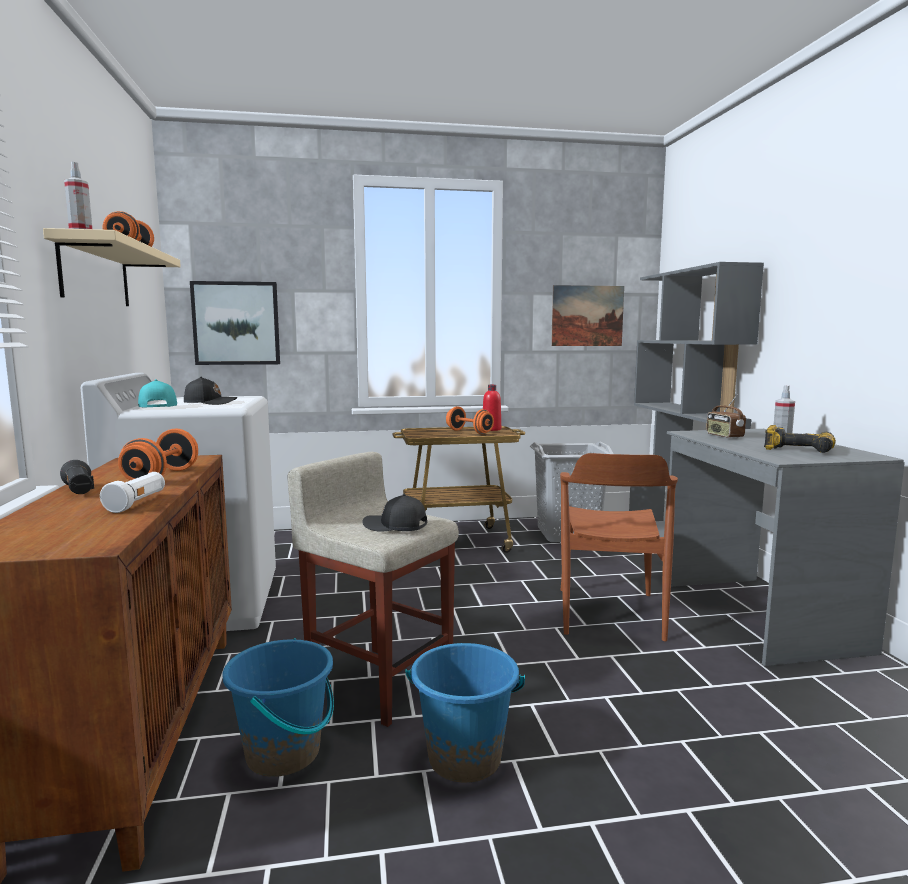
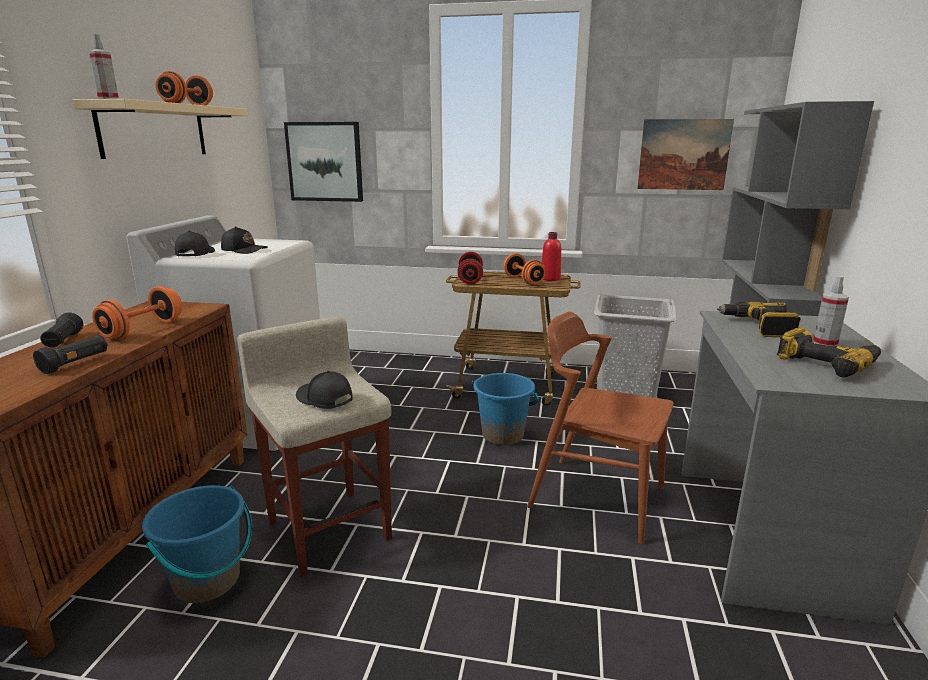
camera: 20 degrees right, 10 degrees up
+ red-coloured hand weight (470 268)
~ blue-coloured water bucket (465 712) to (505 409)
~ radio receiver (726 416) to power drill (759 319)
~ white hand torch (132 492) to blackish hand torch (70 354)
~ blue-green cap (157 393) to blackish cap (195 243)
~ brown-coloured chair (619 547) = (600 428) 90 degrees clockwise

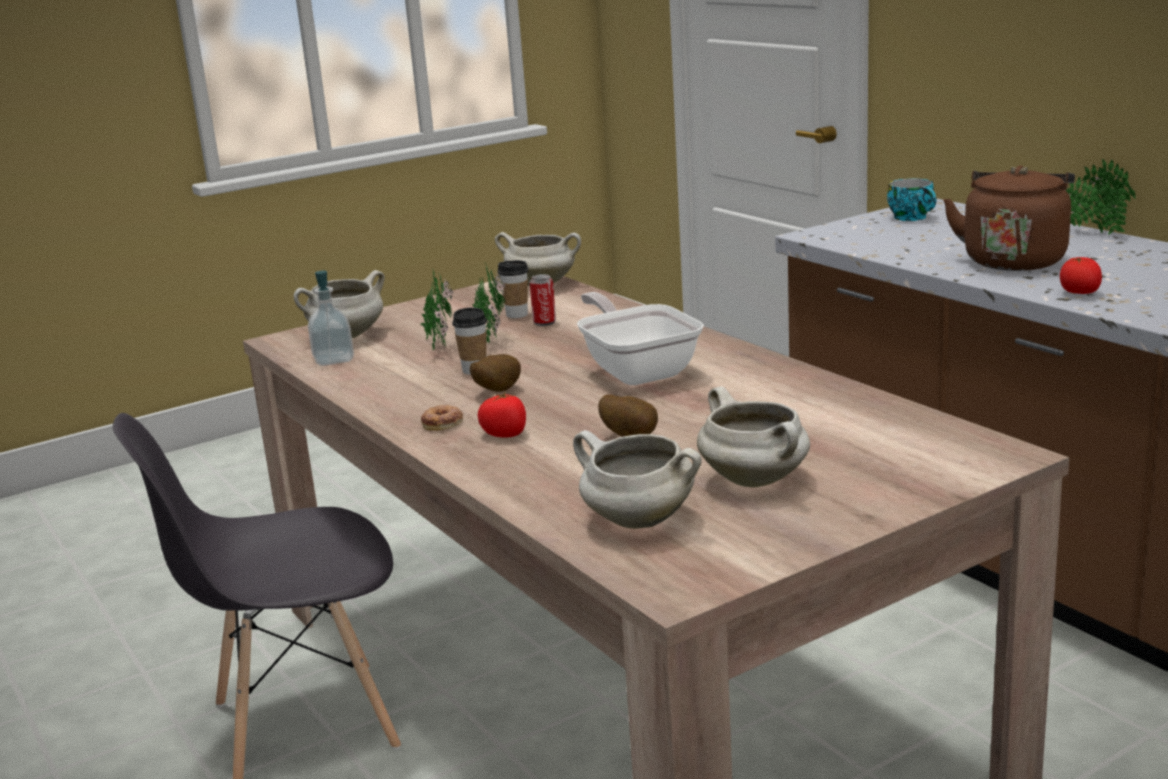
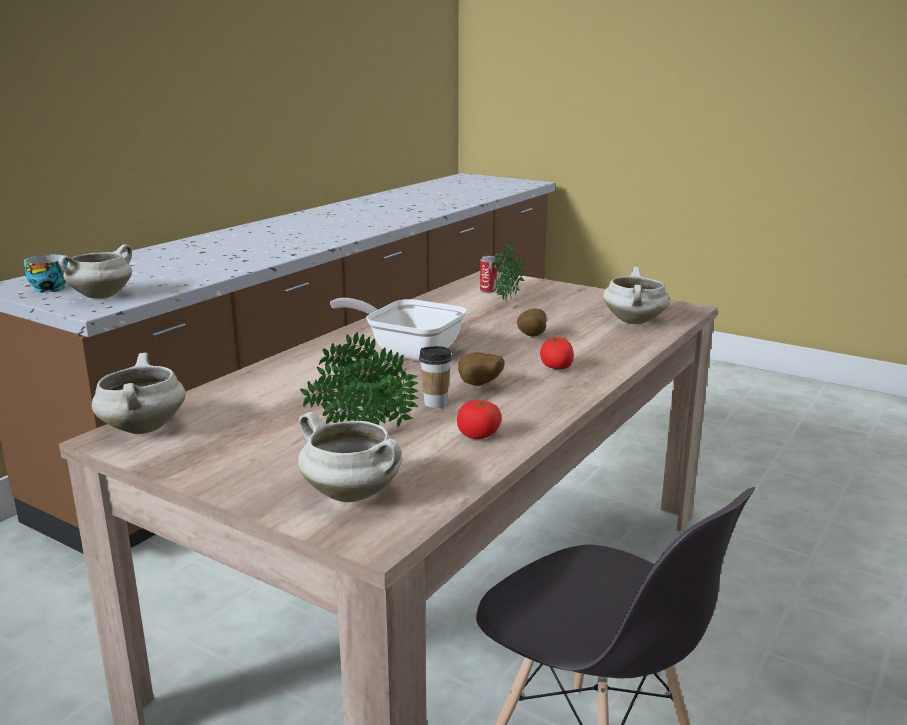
camera: 115 degrees left, 0 degrees up
- soap bottle (331 318)
- donut (442 418)
- cup (513 289)
- brown-coloured water kettle (1009 218)
~ sealed can (543 300) to (488 274)
~ white cooking pot (753 437) to (95 271)
~ whole tomato (1081 275) to (479 419)
~ potted plant (1101 197) to (508 273)
~ frying pan (640 338) = (398 329) 75 degrees clockwise

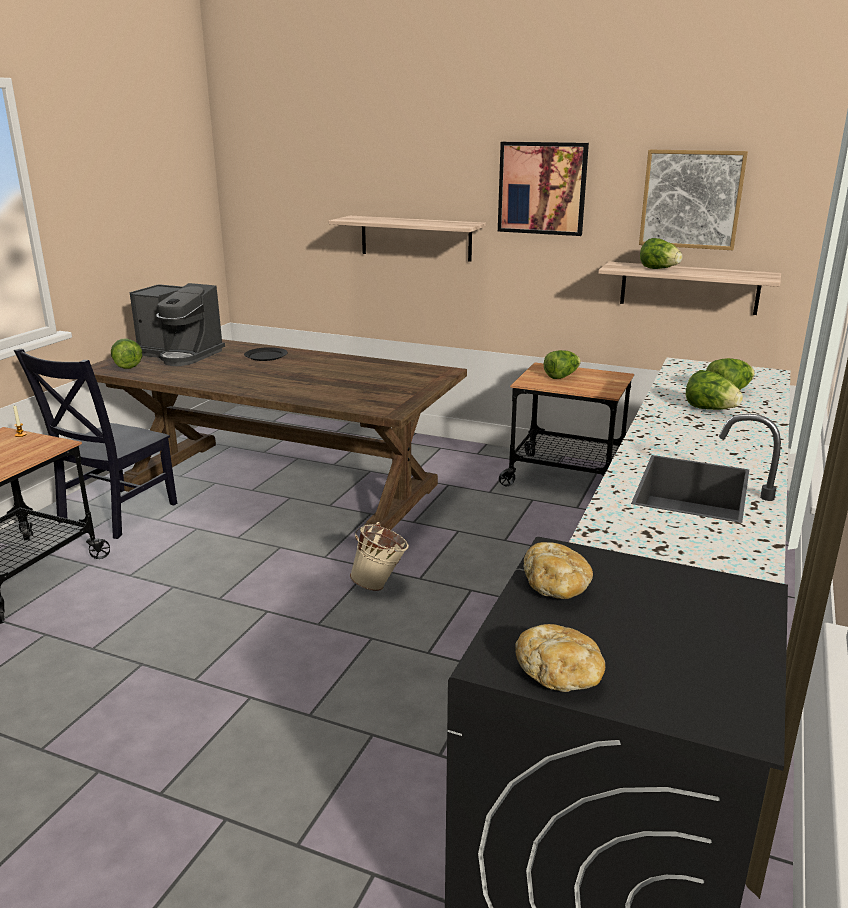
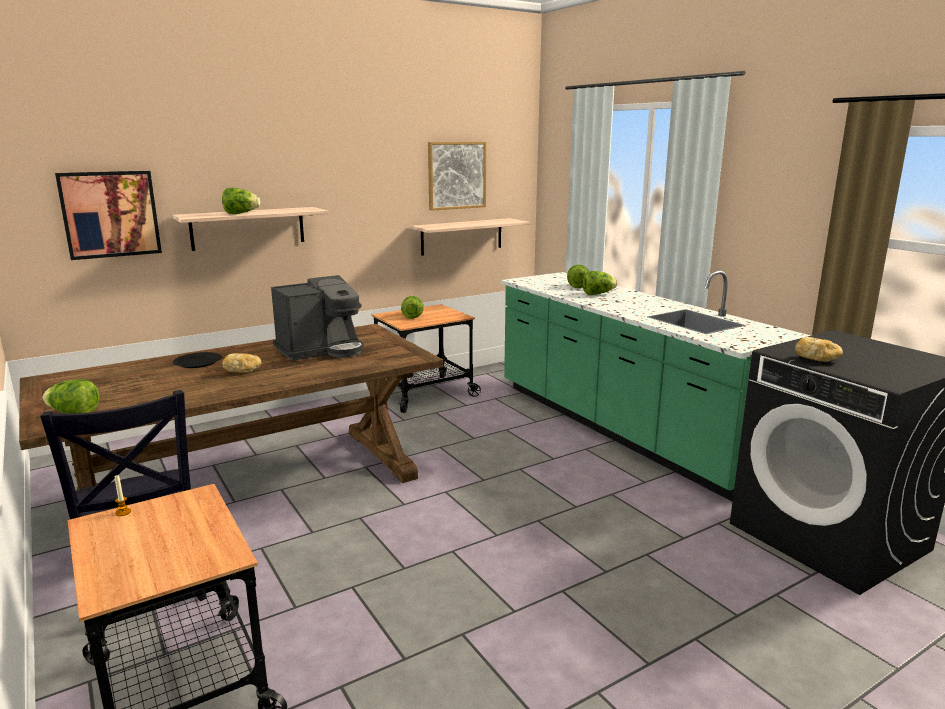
camera: 55 degrees left, 5 degrees down
- sand-coloured water bucket (379 556)
~ coffee machine (177 324) to (317 318)
~ wall art (543 189) to (108 215)
~ bread (560 658) to (242 363)
~ lettuce (661 253) to (241 201)

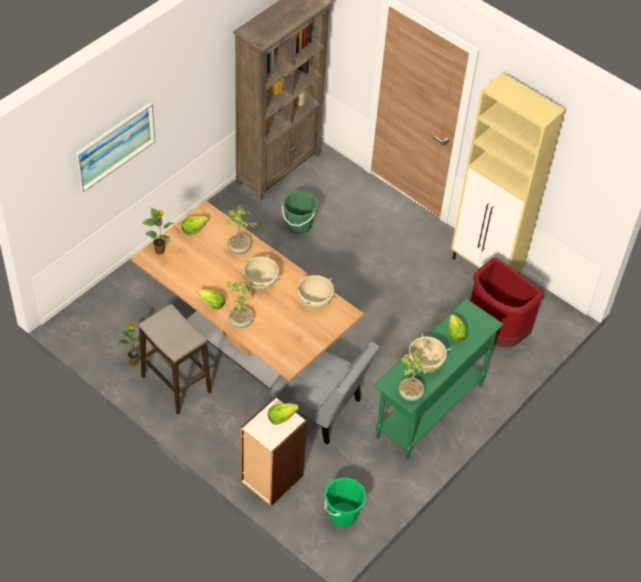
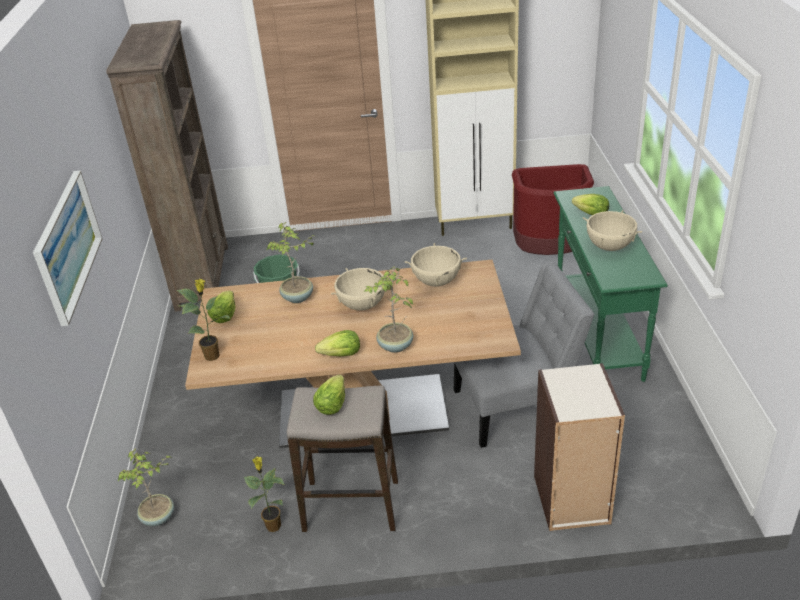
camera: 40 degrees left, 15 degrees down
- green water bucket (345 502)
~ lettuce (283 414) to (329 395)
~ potted plant (418 375) to (146 487)

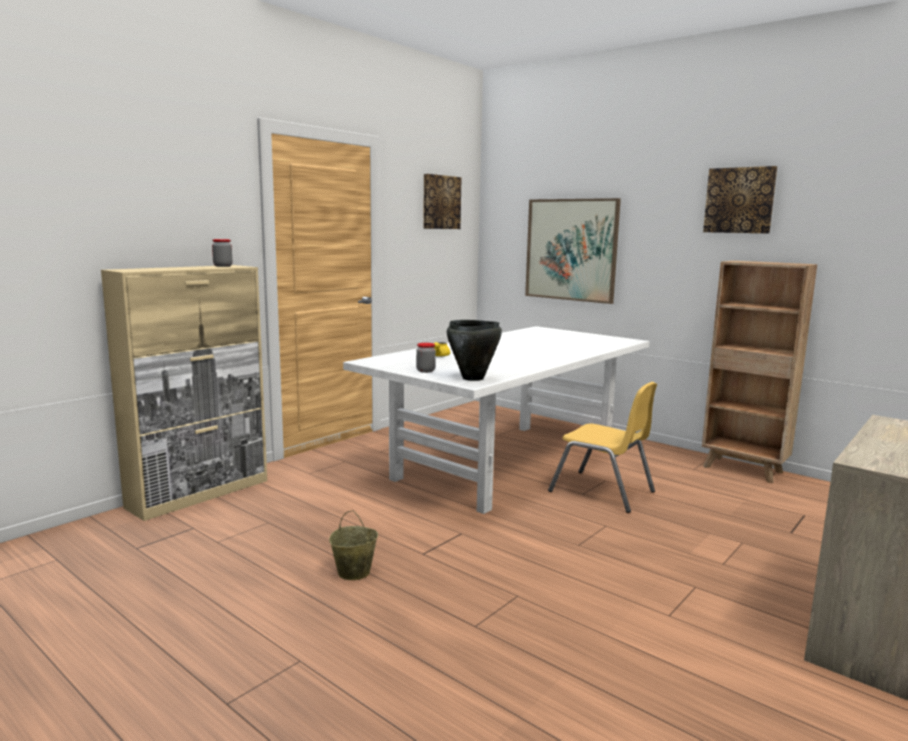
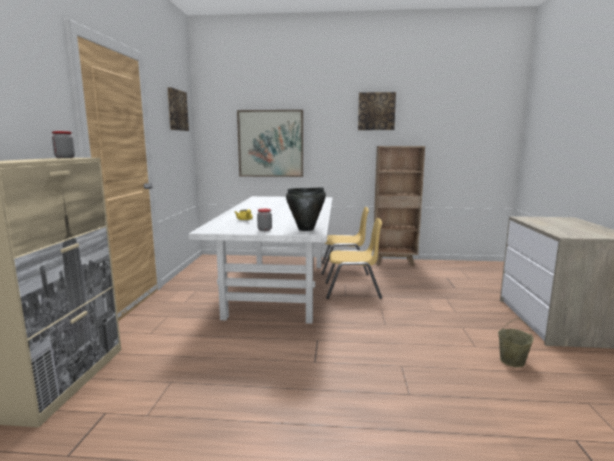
camera: 35 degrees left, 0 degrees up
+ yellow-coloured chair (345 241)
~ sand-coloured water bucket (353 545) to (516 342)

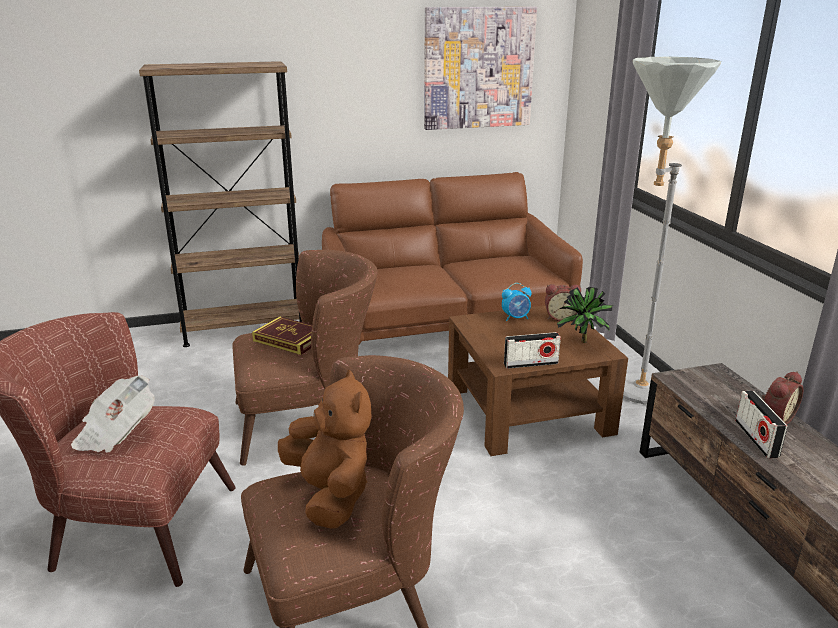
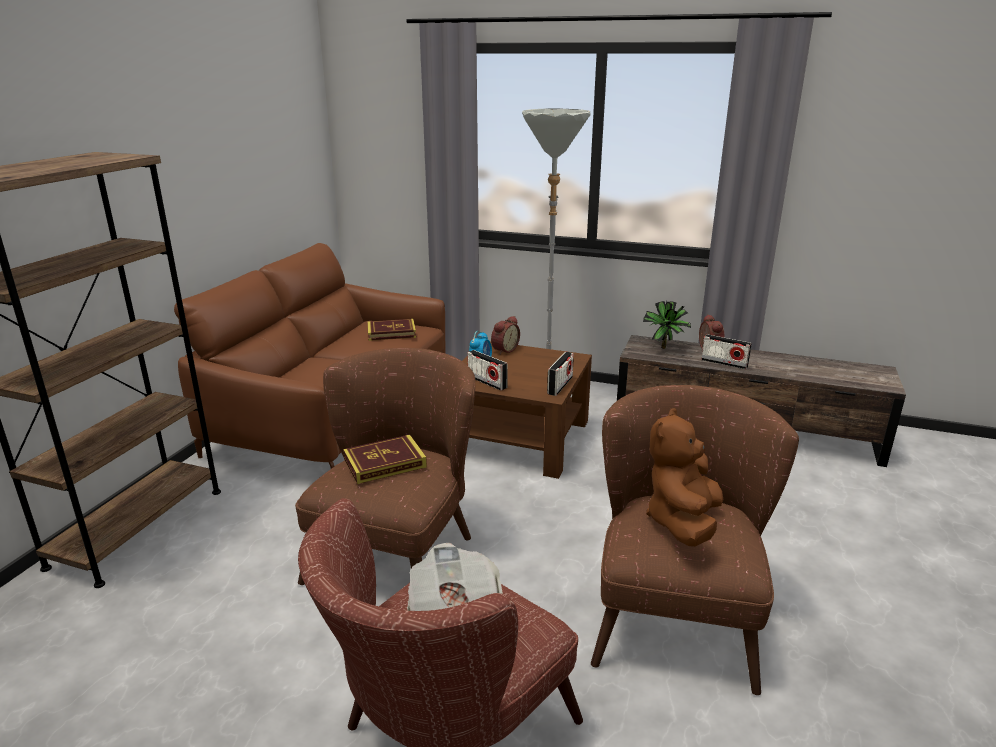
camera: 55 degrees left, 0 degrees up
- wall art (480 68)
+ bound book (391 330)
+ radio receiver (487 370)
~ potted plant (585 315) to (667 325)
~ brown-coloured soft toy (325 449) = (684 477) 75 degrees counterclockwise

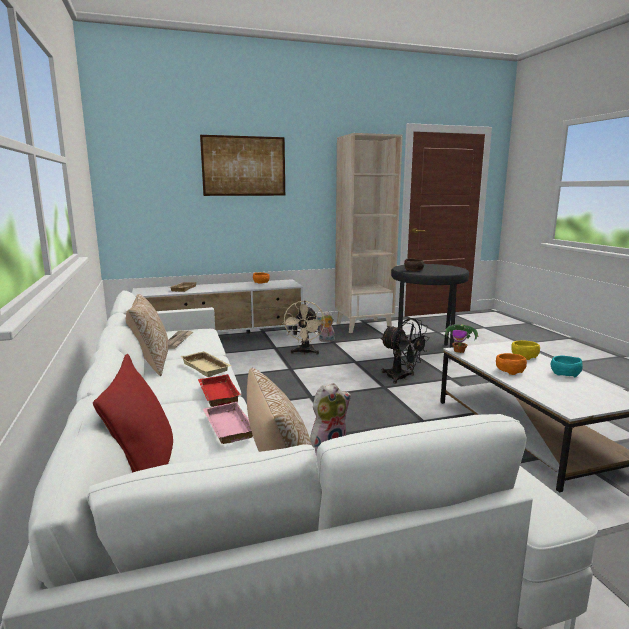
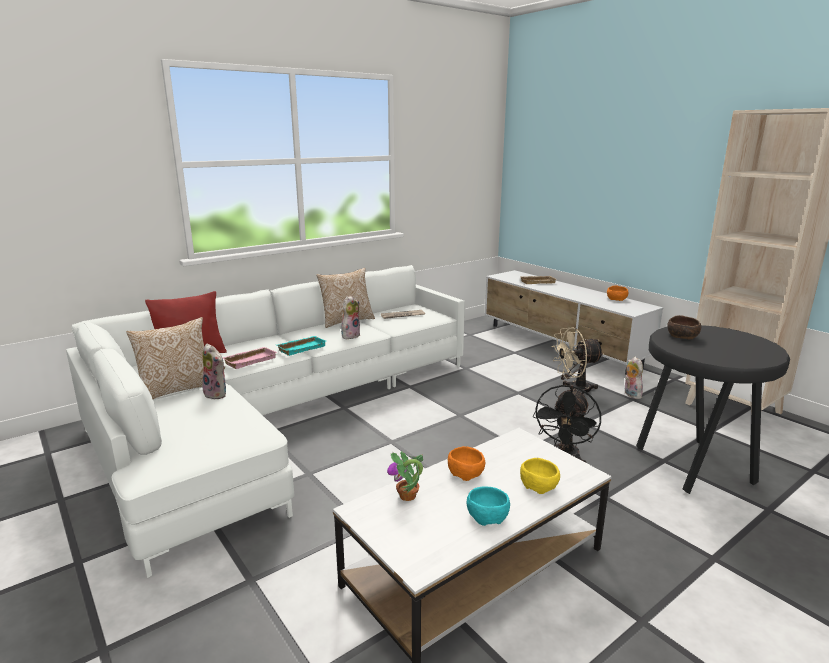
camera: 70 degrees right, 5 degrees up
- wall art (242 165)
~ potted plant (461 338) to (405 476)
~ sand-coloured carrying tray (206 364) to soft toy (350 317)
~ red-coloured carrying tray (219 390) to blue-green carrying tray (301 346)

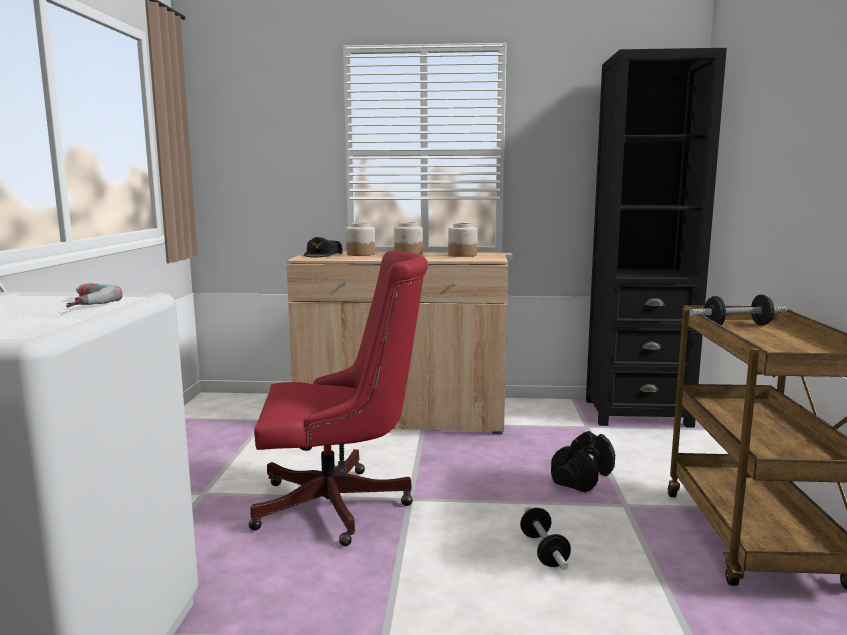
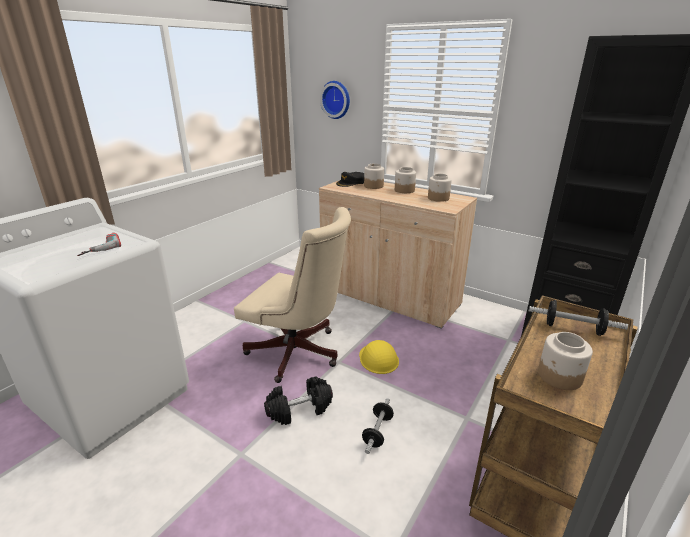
camera: 30 degrees right, 15 degrees up
+ hanging clock (335 100)
+ yellow-coloured work helmet (379 357)
+ preserve jar (565 361)
~ blackish hand weight (583 462) to (298 400)
~ red-coloured computer chair (338 398) to sand-coloured computer chair (292 295)

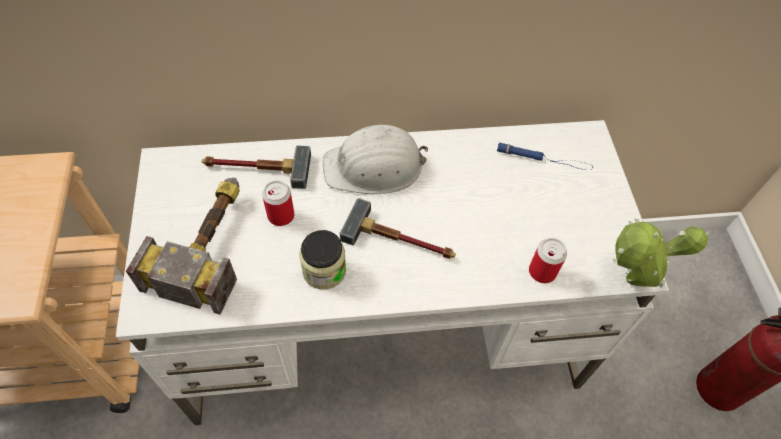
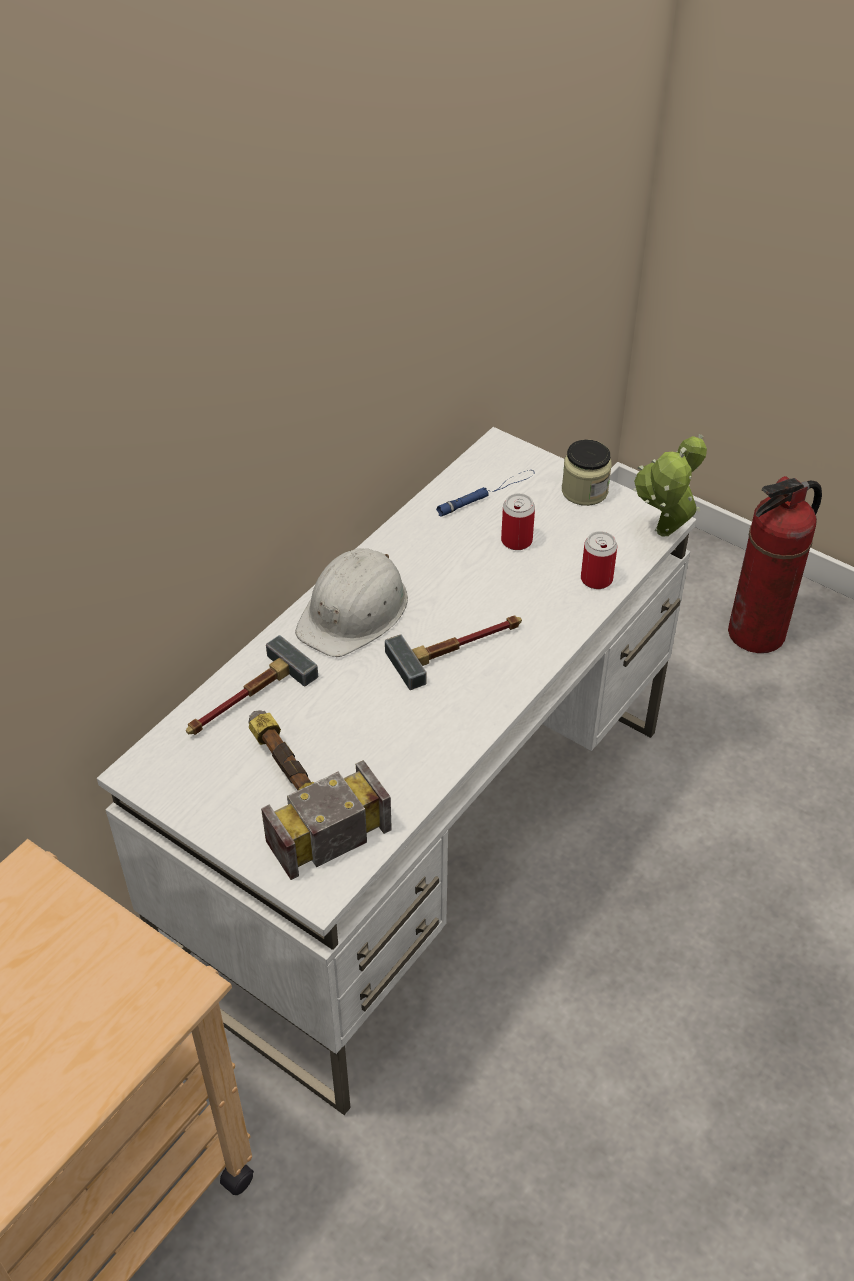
camera: 45 degrees left, 10 degrees down
~ sealed can (278 203) to (518 521)
~ preserve jar (322 260) to (587 473)

